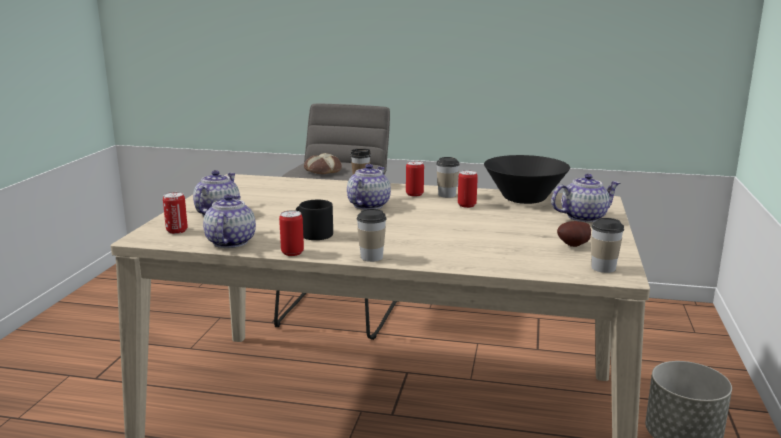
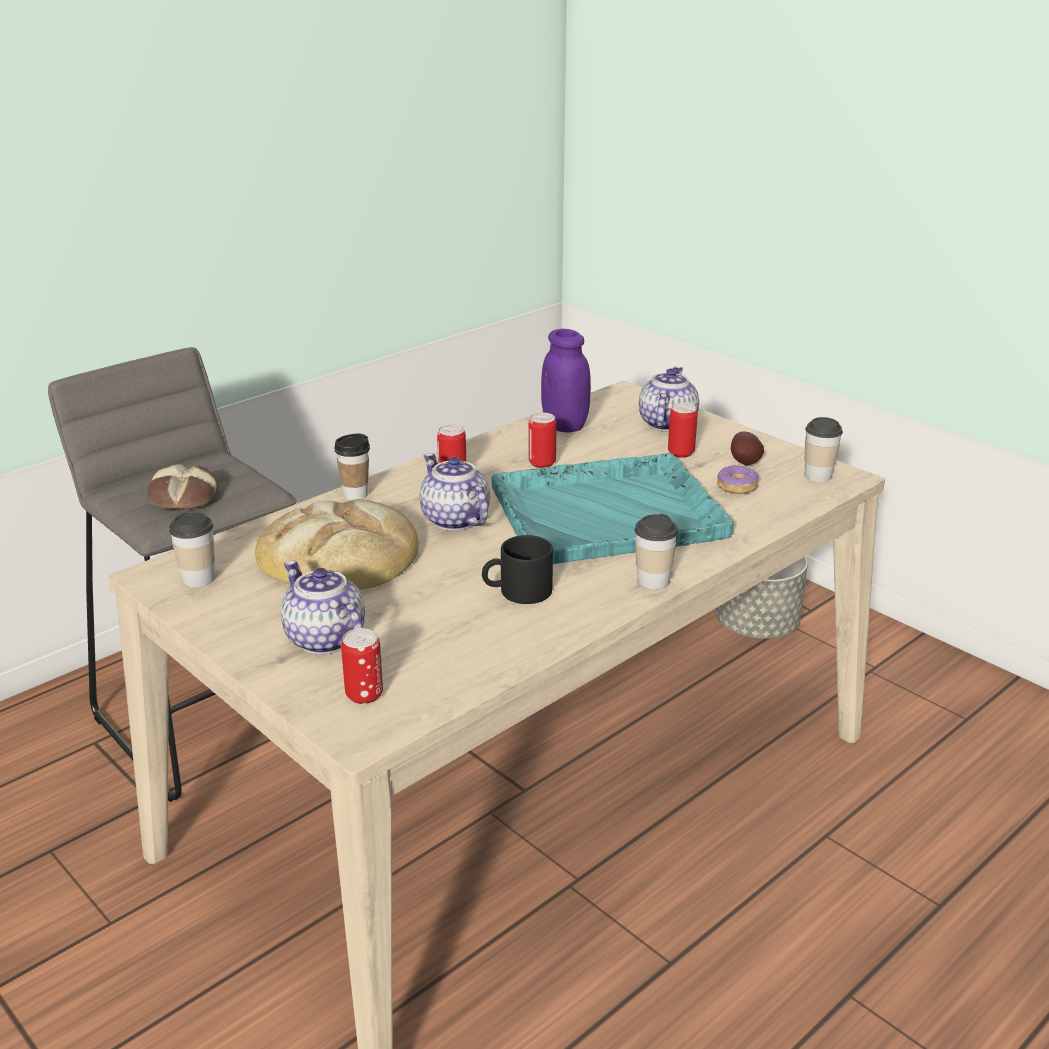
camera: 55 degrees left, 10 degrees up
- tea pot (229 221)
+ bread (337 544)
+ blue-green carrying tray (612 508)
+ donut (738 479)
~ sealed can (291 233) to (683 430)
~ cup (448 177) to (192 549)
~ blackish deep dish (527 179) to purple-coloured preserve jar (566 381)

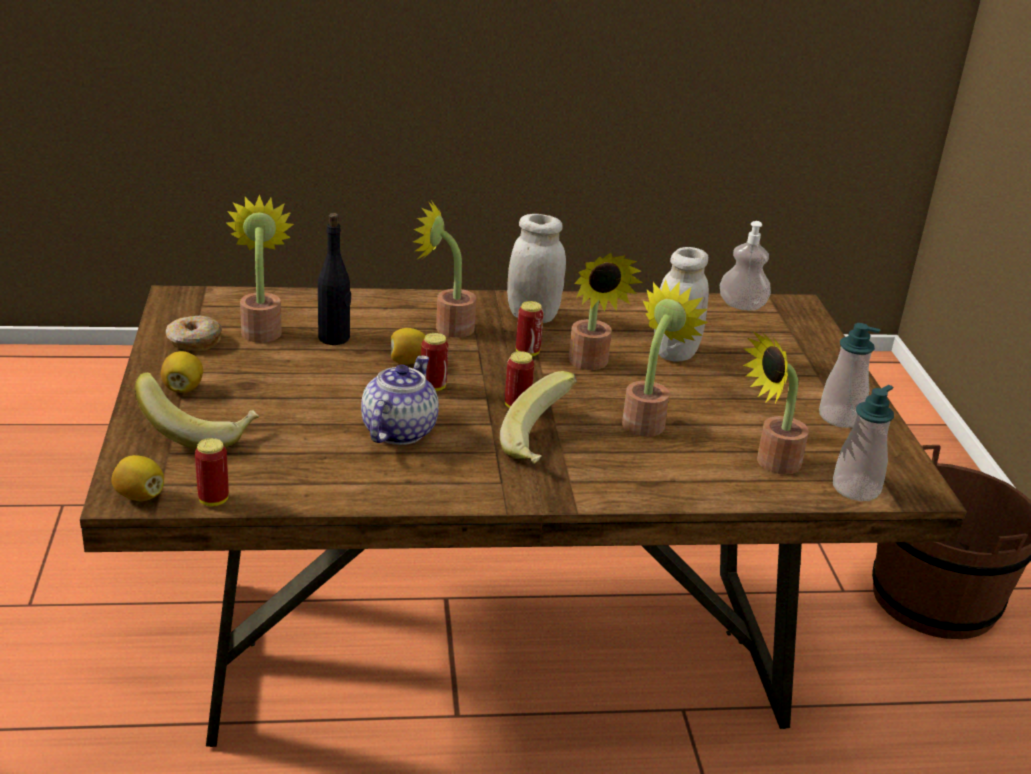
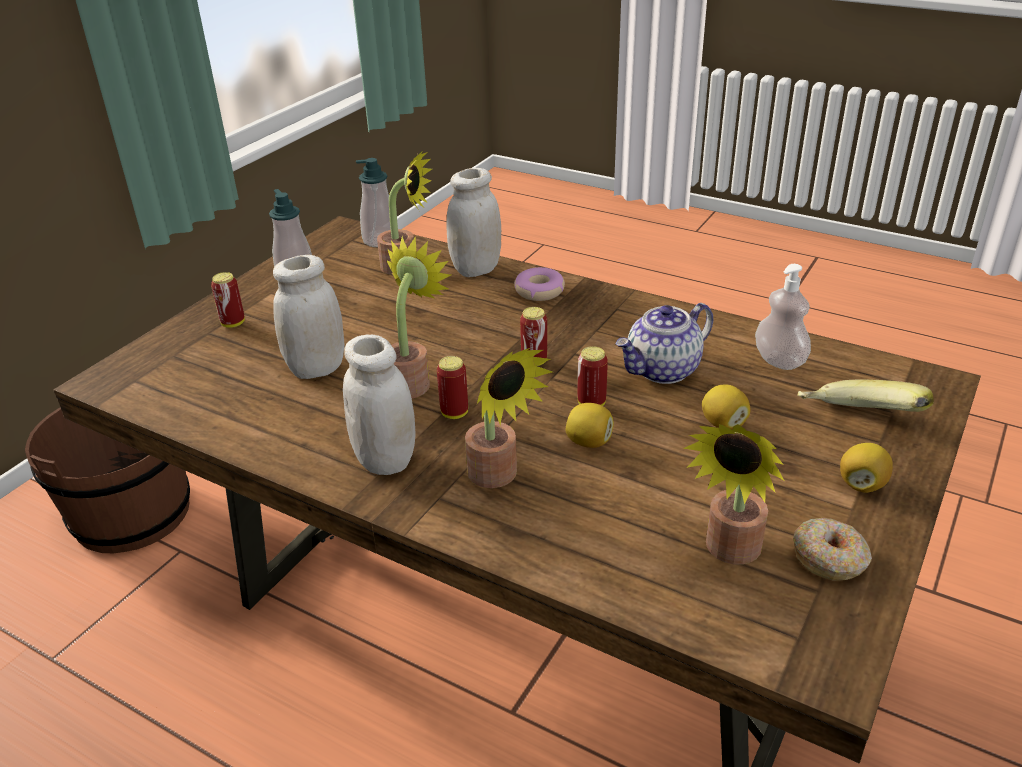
camera: 140 degrees left, 5 degrees up
- blackish beverage bottle (334 279)
- banana fruit (538 417)
- potted plant (665 358)
+ white preserve jar (474 222)
+ donut (539 284)
~ citrus fruit (137 478) to (726 407)
~ sealed can (212 472) to (228 300)
~ soap bottle (745 266) to (783 317)

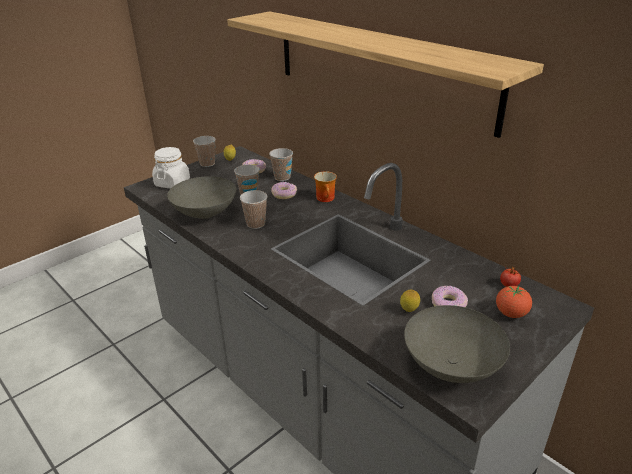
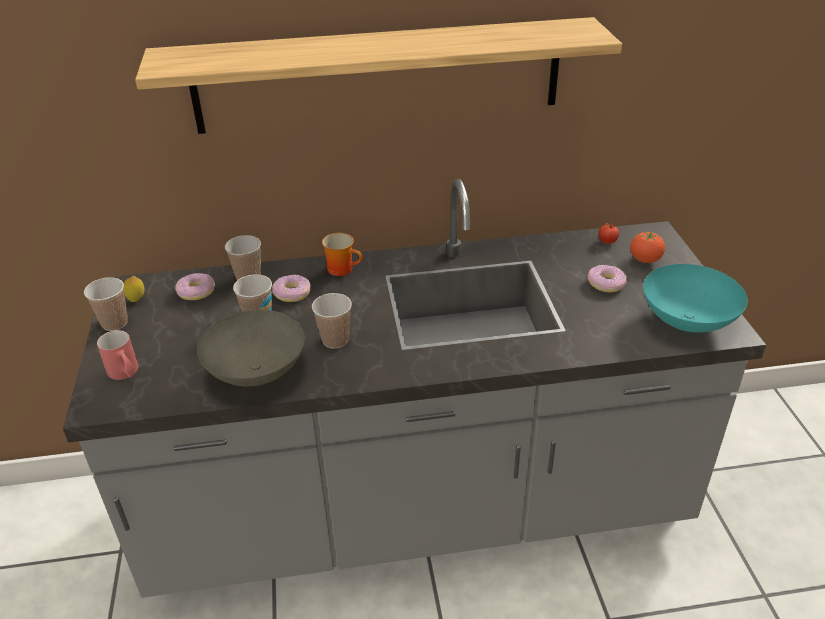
camera: 55 degrees left, 5 degrees up
- citrus fruit (410 300)
~ white preserve jar (171 167) to red-coloured mug (117 355)
~ gray deep dish (457 344) to blue-green deep dish (695 298)

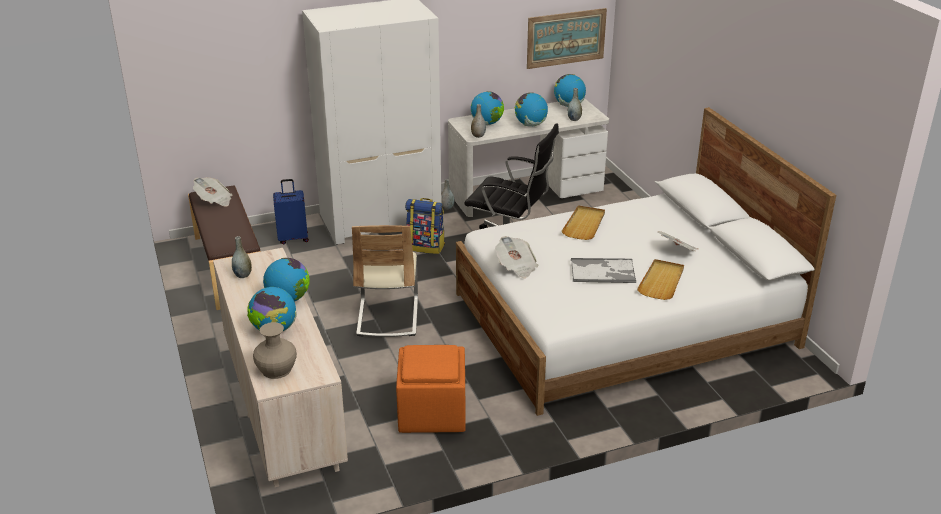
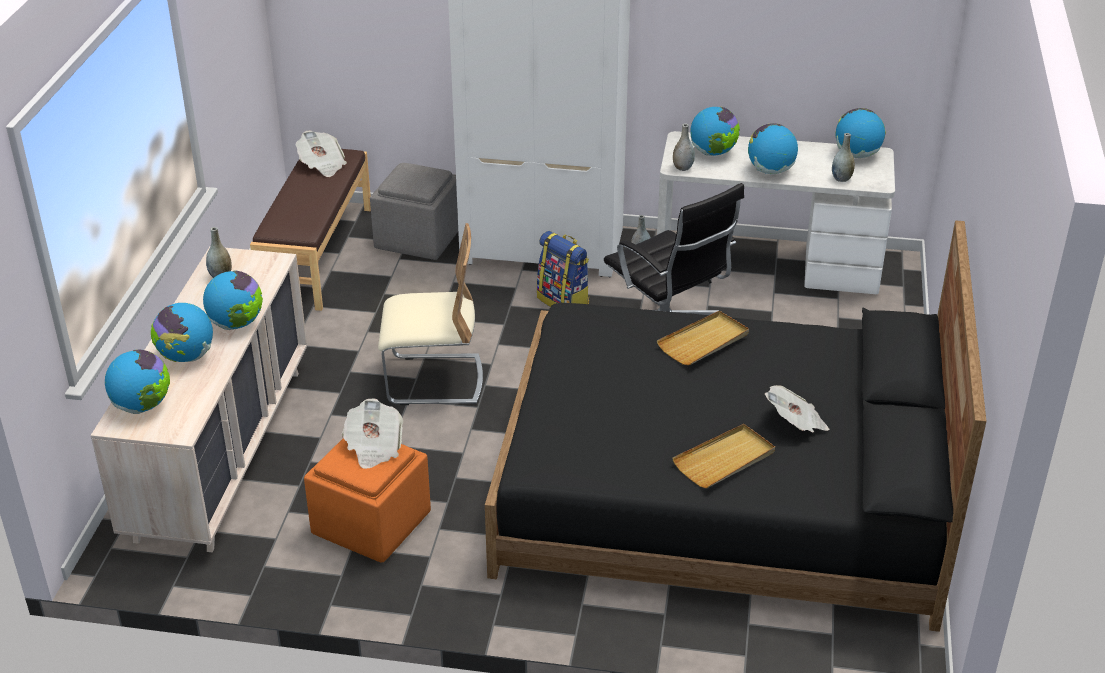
camera: 30 degrees right, 5 degrees up
- wall art (567 38)
- carrying tray (603 270)
~ newspaper (517 257) to (372 433)
~ sand-coloured flower vase (275 350) to desk globe (137 382)
~ blue-coloured suitcase (291 211) to gray ottoman (414 211)
~ white bedroom bed (646 261) to blackish bedroom bed (736 426)
~ sand-coloured chair (385 281) = (430 314) 120 degrees counterclockwise

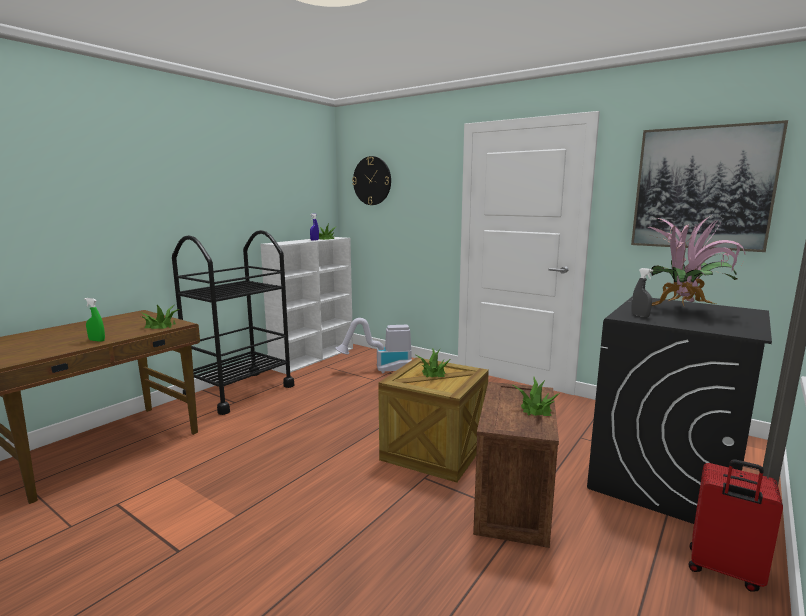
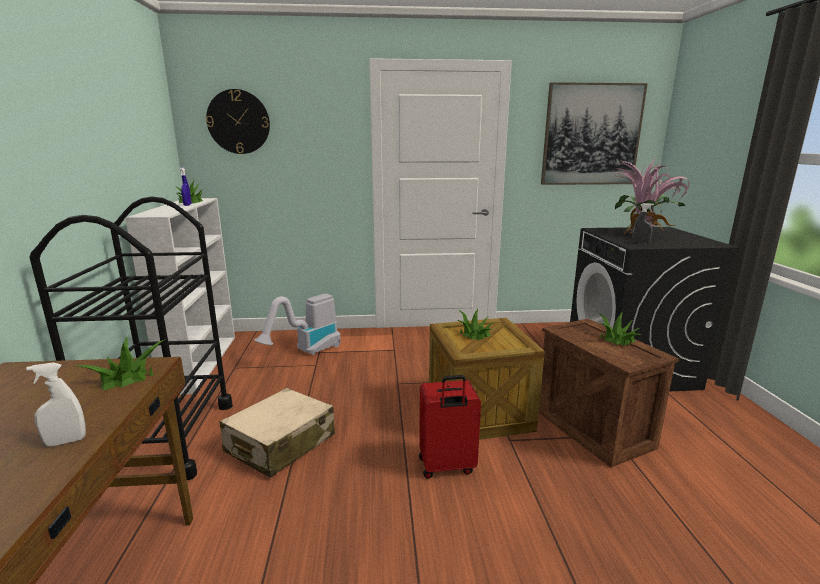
camera: 40 degrees left, 5 degrees up
+ sand-coloured suitcase (277 433)
~ red-coloured suitcase (736 525) to (450 427)
~ green spray bottle (94 320) to white spray bottle (56 404)

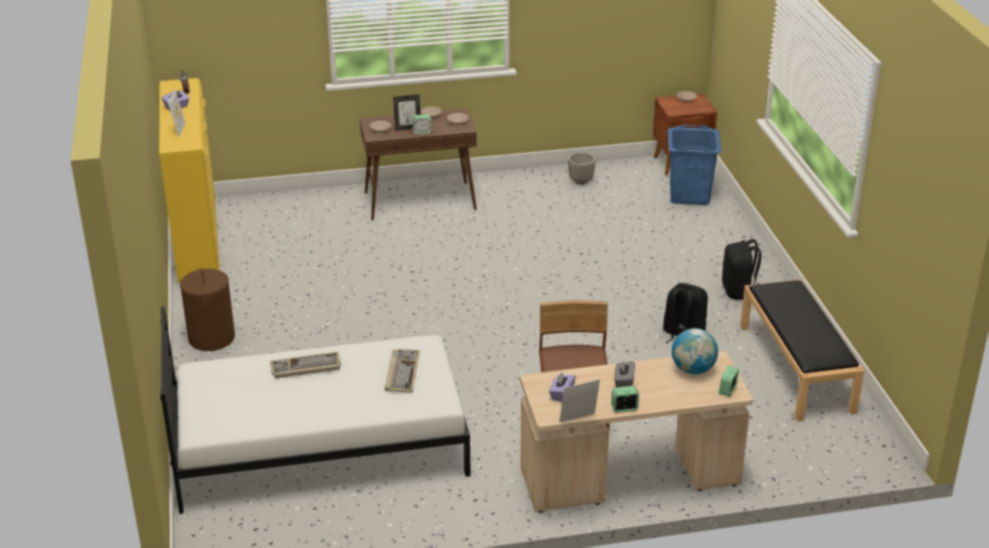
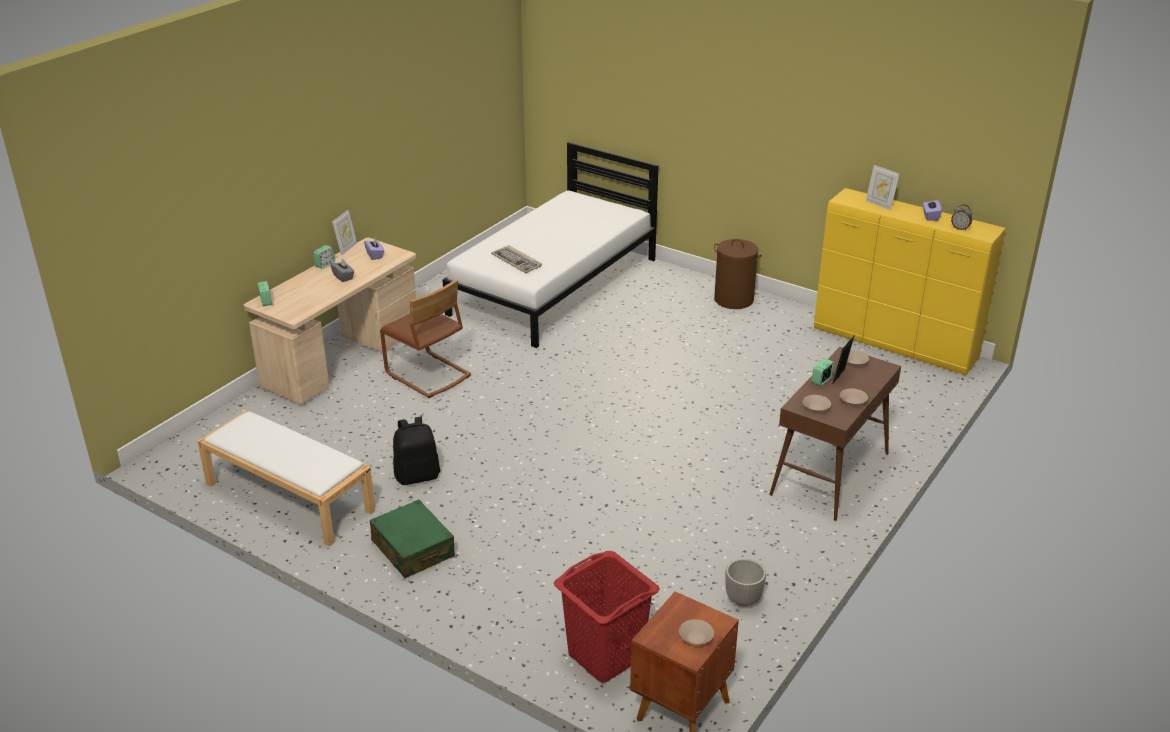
camera: 135 degrees right, 0 degrees up
- computer keyboard (305 365)
- desk globe (695 351)
~ blackish knapsack (741 269) to green suitcase (412 539)
~ blue-coloured hamper (694 165) to red-coloured hamper (607 617)
~ blackish indoor bench (802 350) to white indoor bench (286 479)

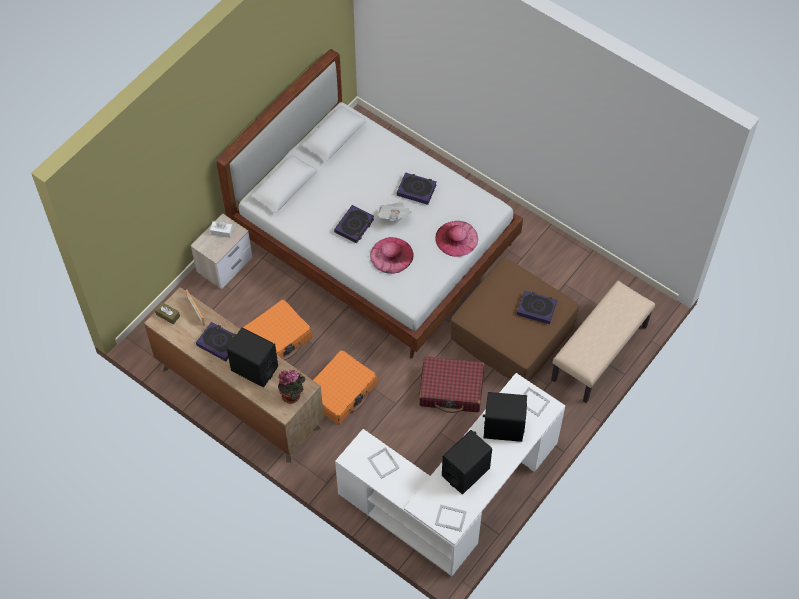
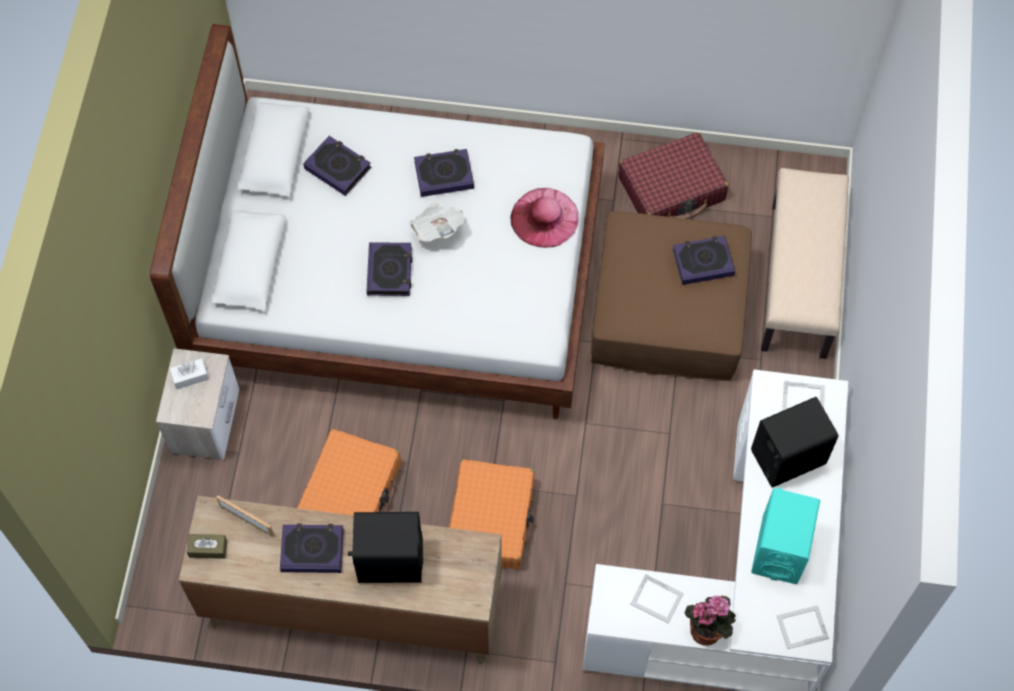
camera: 30 degrees left, 5 degrees up
- pinkish wearable hat (392 255)
+ bound book (337 166)
~ potted plant (291 387) to (710 620)
~ red-coloured suitcase (451 384) to (673 175)
~ blackish loudspeaker (467 462) to blue-green loudspeaker (785 535)

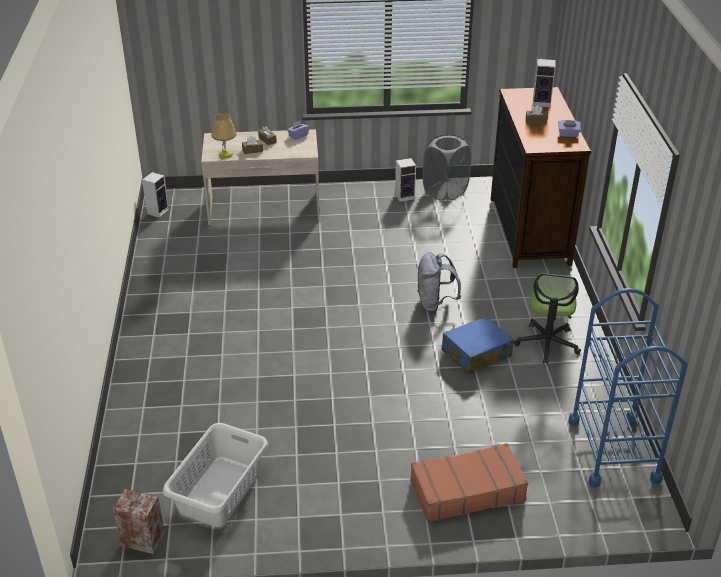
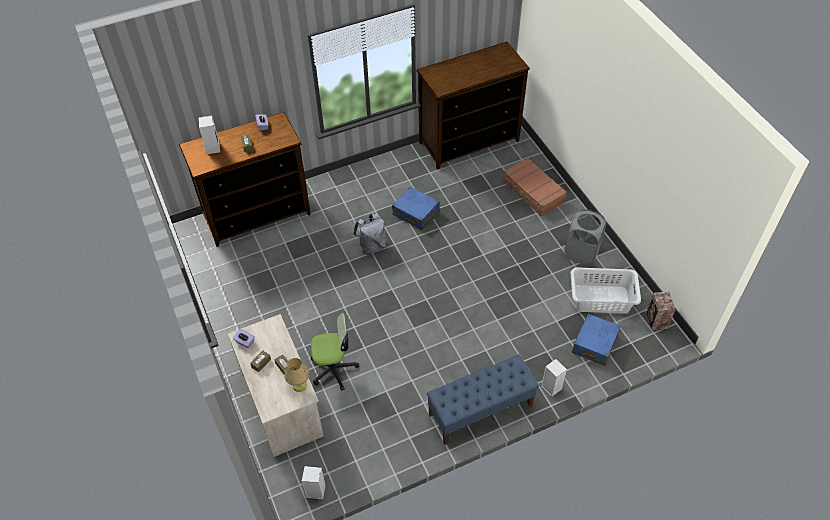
camera: 110 degrees left, 15 degrees up
+ blue-coloured indoor bench (483 399)
+ blue-coloured suitcase (596 340)
~ loudspeaker (405 180) to (554 378)
~ gray hamper (447 168) to (585 237)
~ computer chair (547 319) to (335 352)
~ blue-coloured wheeled cart (627 388) to drawer chest (473 106)

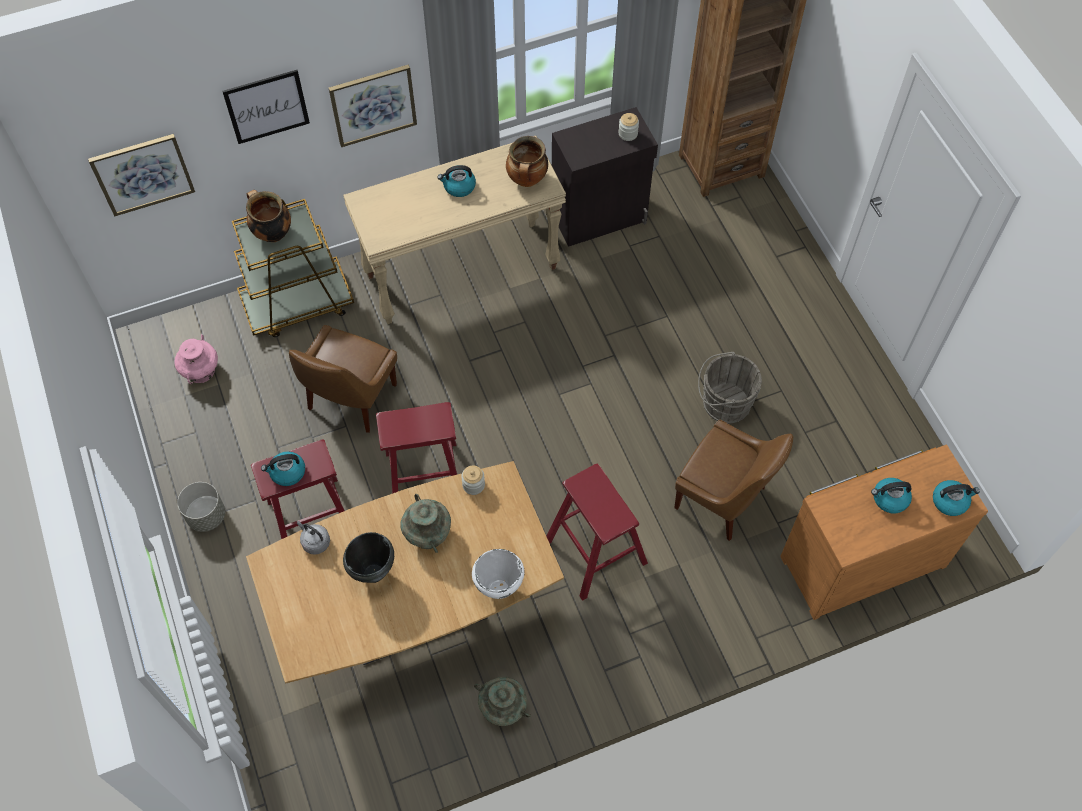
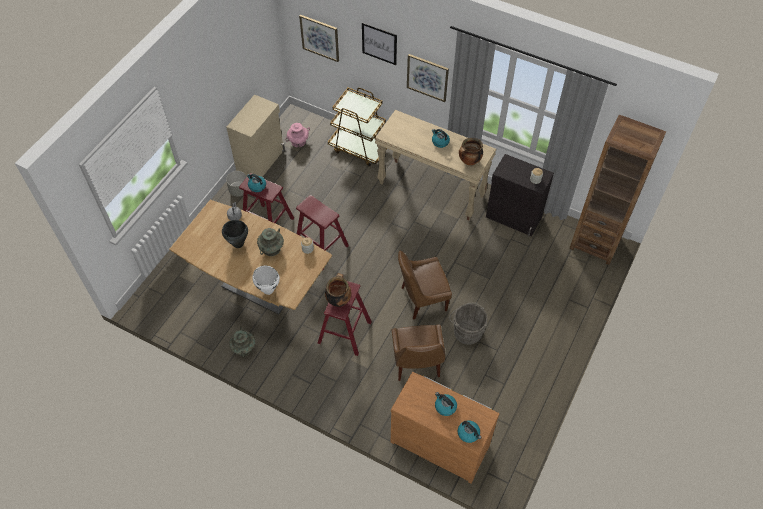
camera: 50 degrees right, 5 degrees down
+ sand-coloured cabinet (255 136)
~ cooking pot (268 216) to (338 290)
~ brown-coloured chair (343 379) to (425 284)

